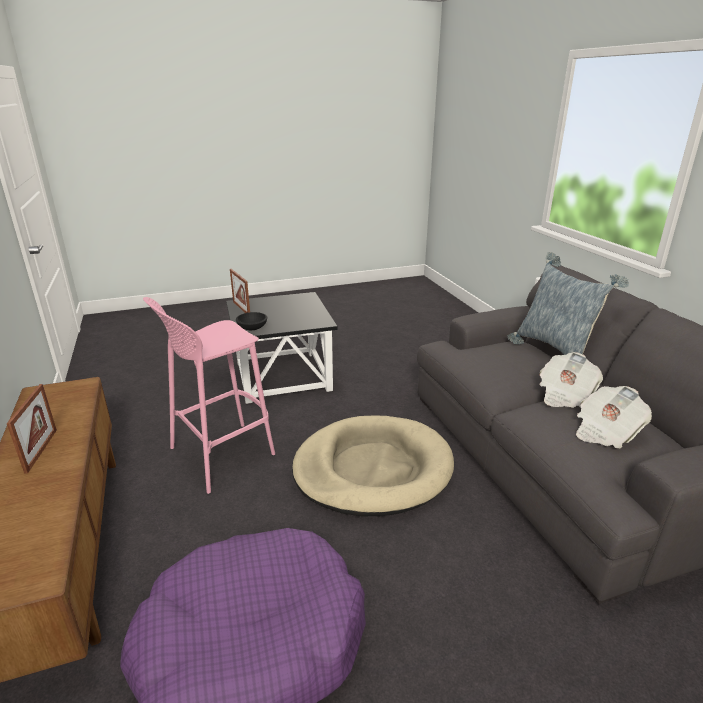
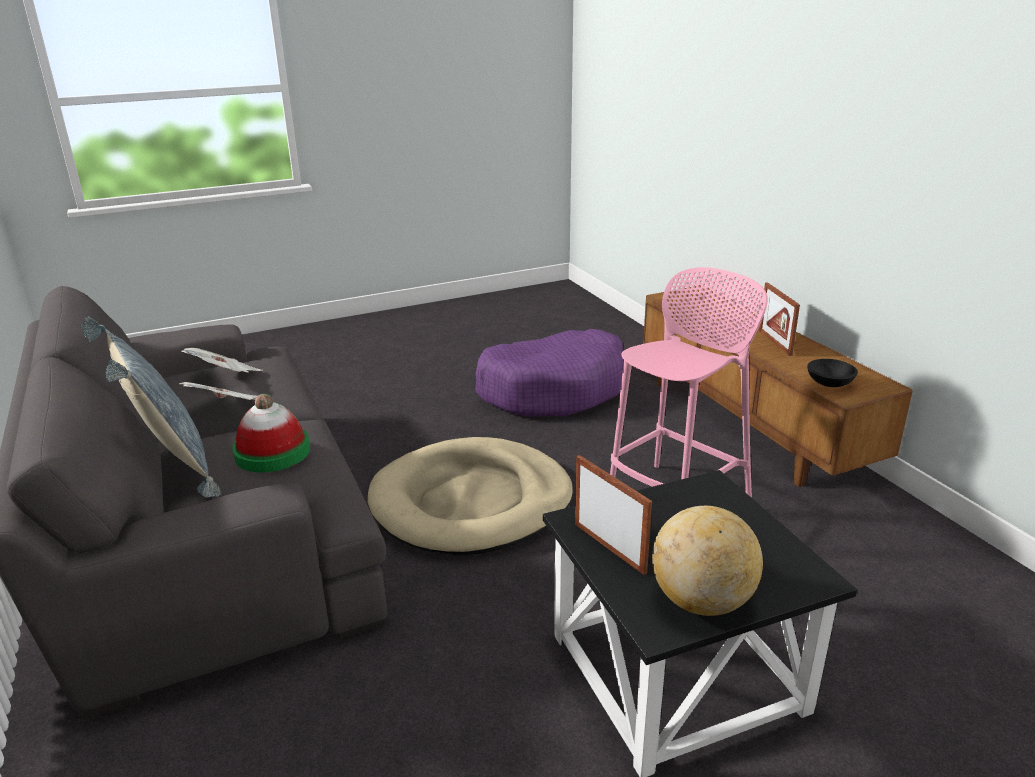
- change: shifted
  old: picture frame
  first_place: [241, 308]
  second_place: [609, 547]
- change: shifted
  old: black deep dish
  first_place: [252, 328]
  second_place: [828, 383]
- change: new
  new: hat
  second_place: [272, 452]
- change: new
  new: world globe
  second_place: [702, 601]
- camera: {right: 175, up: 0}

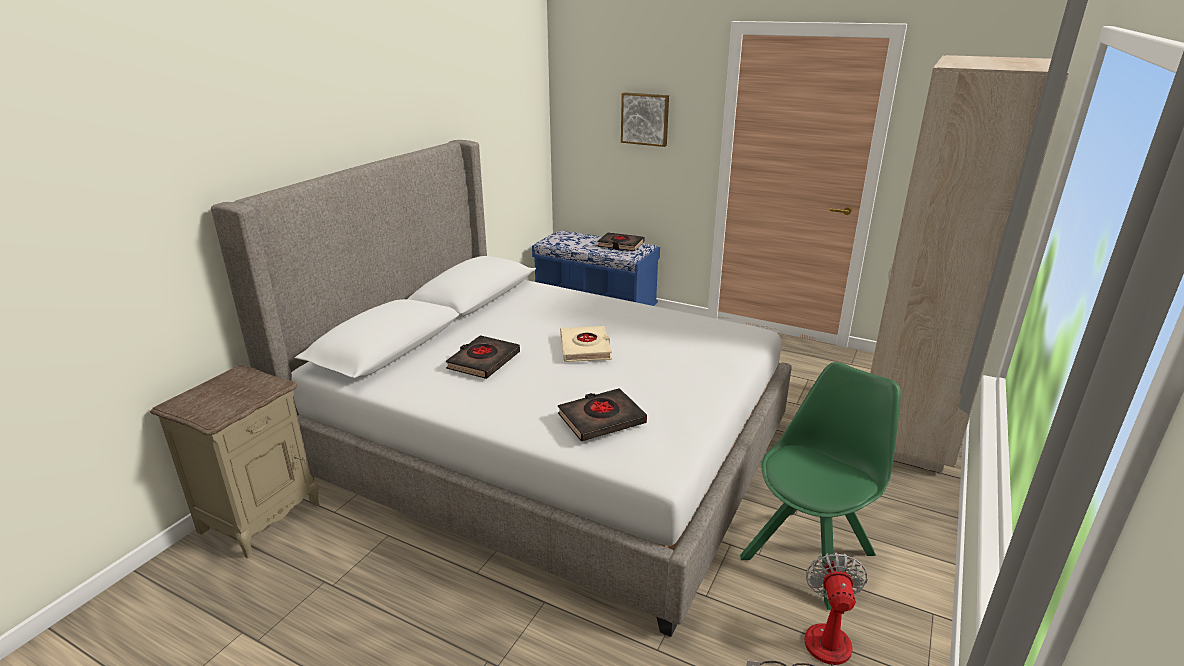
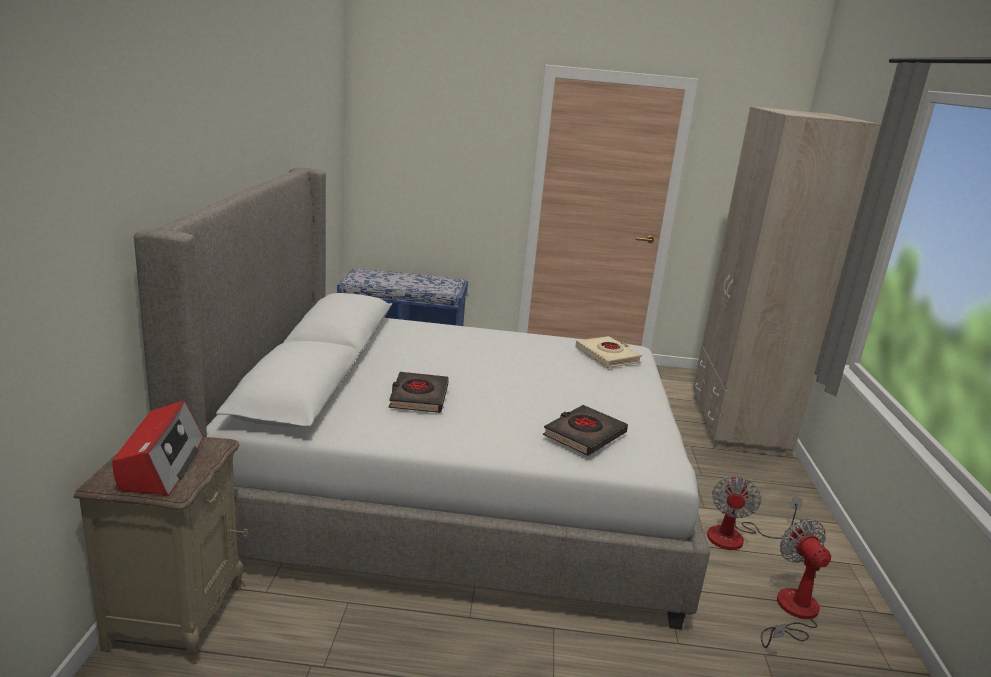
- change: gone
  old: picture
  first_place: [645, 119]
- change: gone
  old: black bound book
  first_place: [620, 245]
- change: shifted
  old: beige-coloured bound book
  first_place: [585, 348]
  second_place: [607, 356]
- change: swapped
  old: green-coloured plain chair
  new: fan
  first_place: [810, 554]
  second_place: [736, 537]
- change: new
  new: radio receiver
  second_place: [161, 464]
- camera: {right: -25, up: -5}

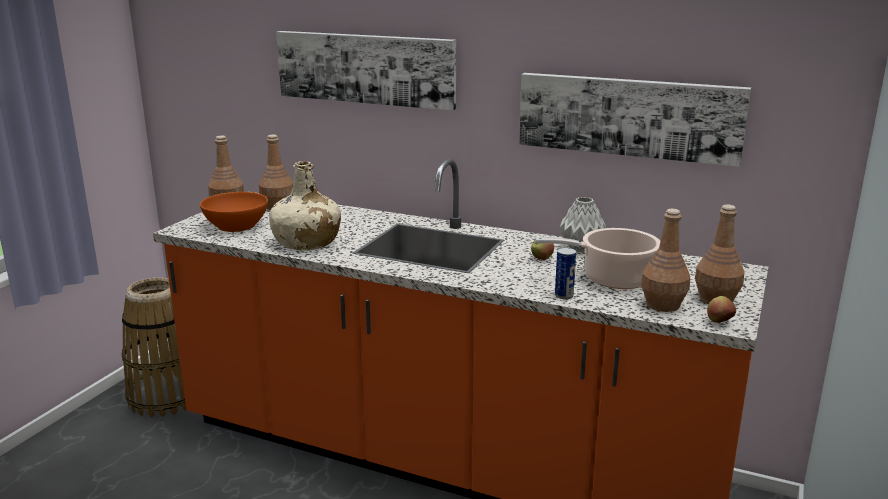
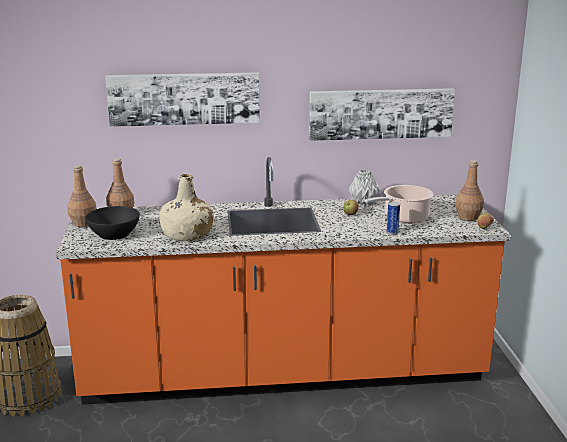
- change: repainted
  old: orange deep dish
  new: black deep dish
  first_place: [236, 226]
  second_place: [114, 234]
- change: gone
  old: brownish drink bottle
  first_place: [662, 305]
- camera: {right: -30, up: 0}

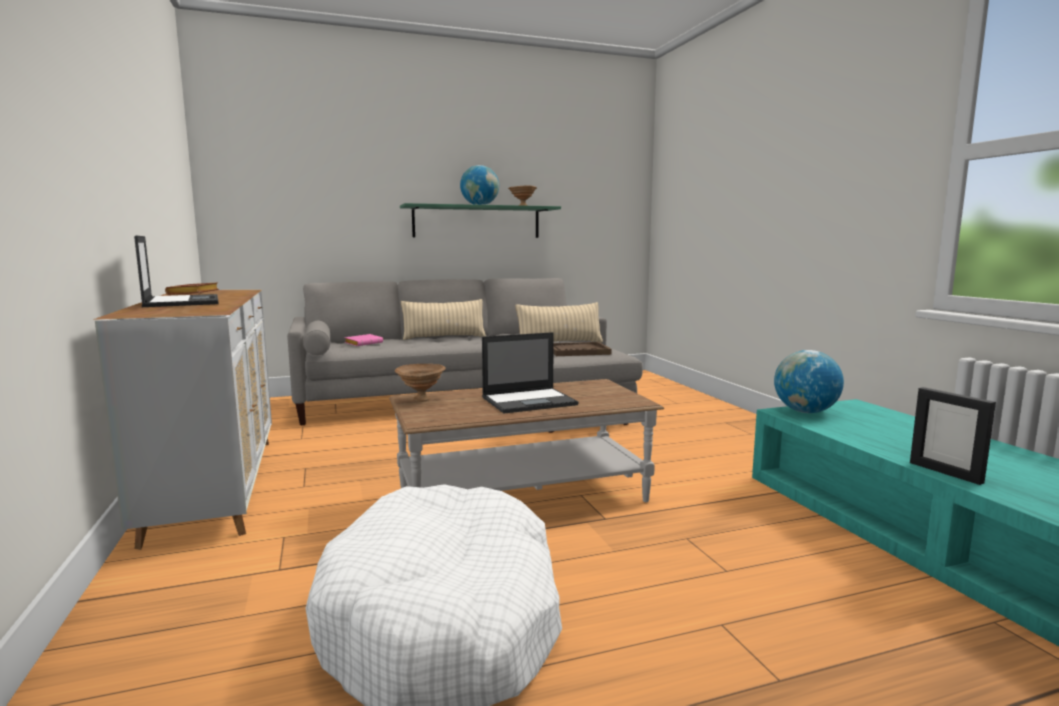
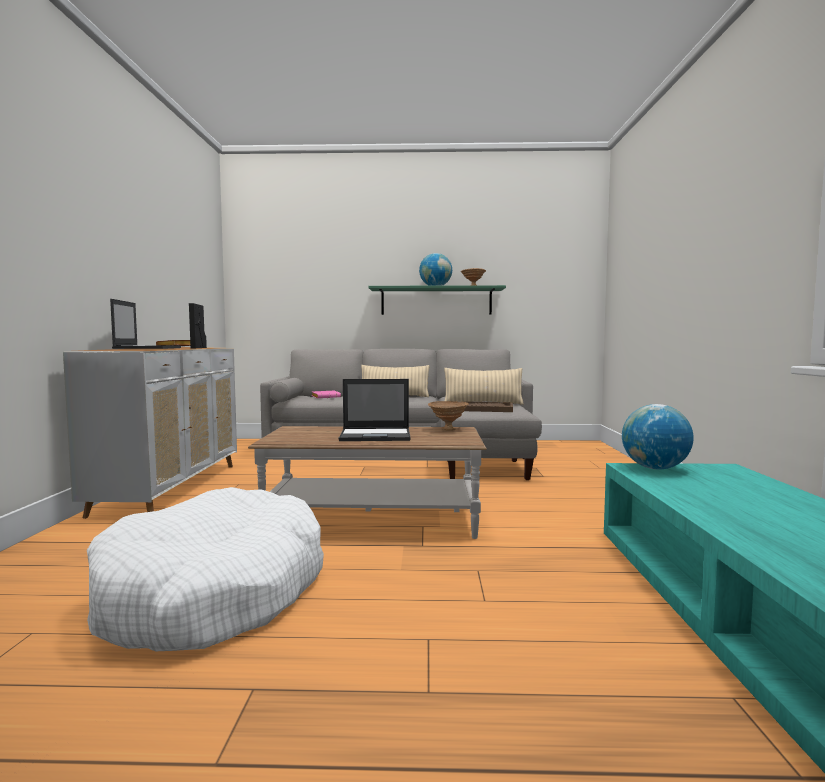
- change: shifted
  old: brownish deep dish
  first_place: [421, 400]
  second_place: [448, 429]
- change: shifted
  old: picture frame
  first_place: [946, 472]
  second_place: [198, 348]
- camera: {right: 20, up: -5}

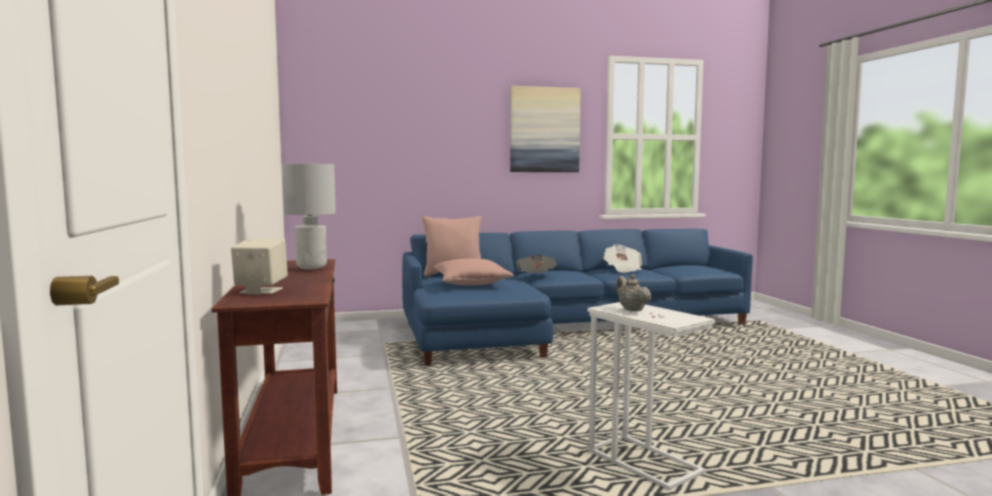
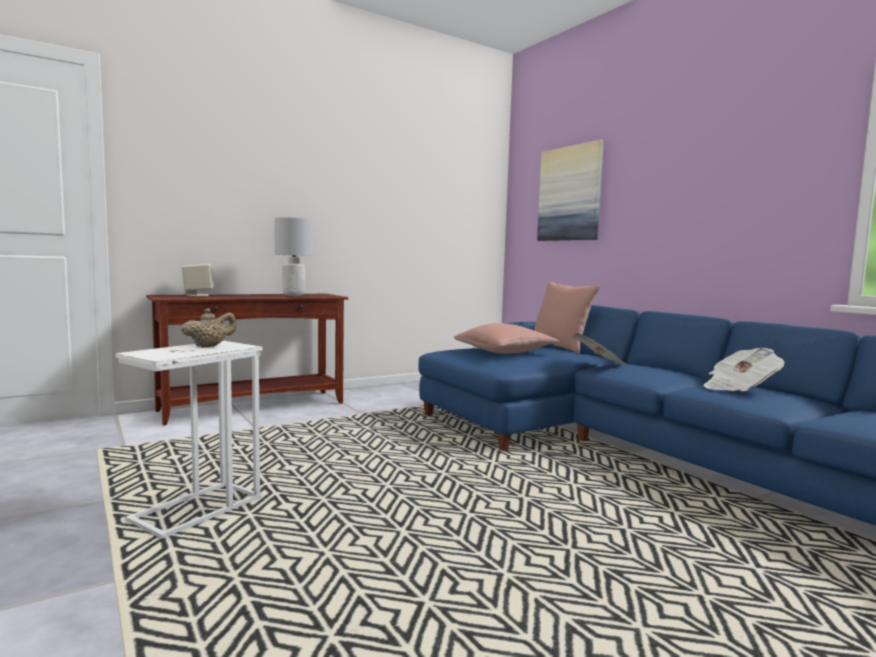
- change: shifted
  old: picture
  first_place: [544, 130]
  second_place: [570, 194]
- camera: {right: 70, up: 0}

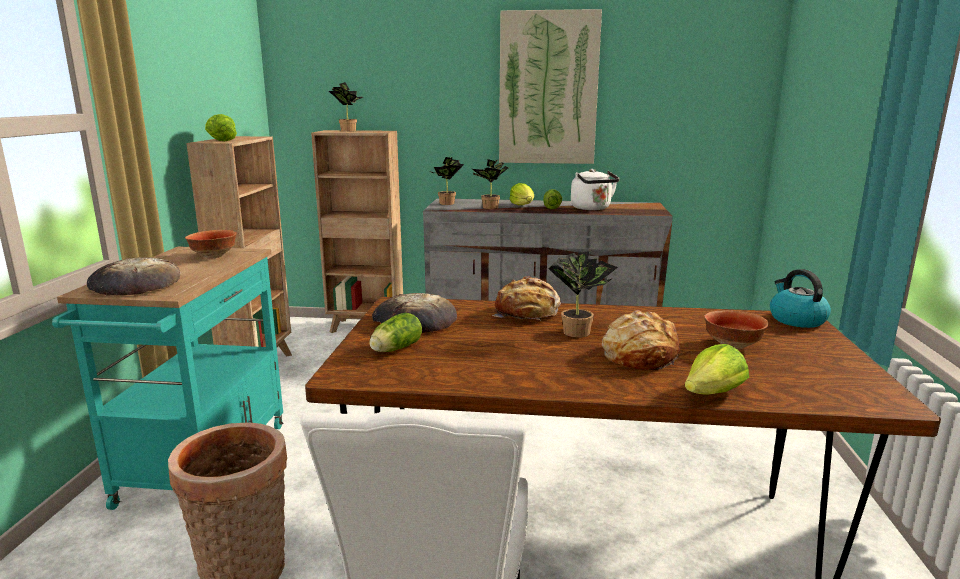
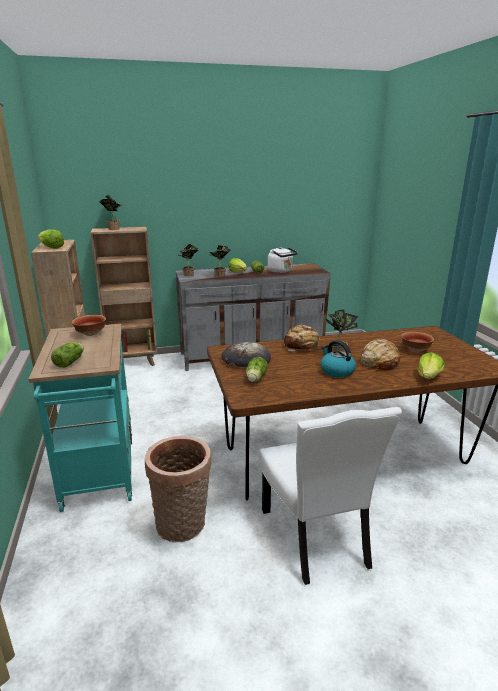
- change: gone
  old: picture
  first_place: [548, 89]
- change: swapped
  old: bread
  new: lettuce
  first_place: [136, 284]
  second_place: [71, 362]
- change: shifted
  old: water kettle
  first_place: [796, 319]
  second_place: [336, 371]
- camera: {right: -20, up: 5}

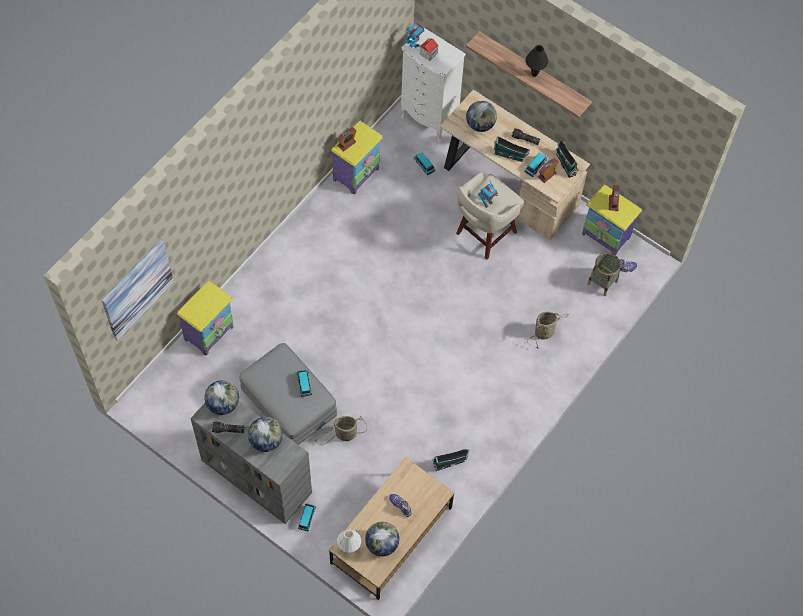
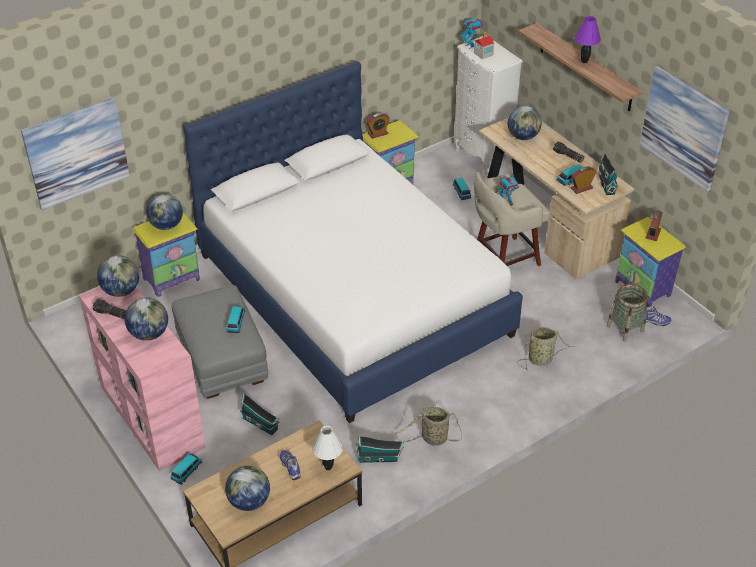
- change: repainted
  old: black tabletop lamp
  new: purple tabletop lamp
  first_place: [534, 74]
  second_place: [584, 61]
- change: shifted
  old: toy house
  first_place: [510, 155]
  second_place: [261, 424]
- change: repainted
  old: grey bookshelf
  new: pink-coloured bookshelf
  first_place: [255, 477]
  second_place: [151, 417]
- change: shifted
  old: household basket
  first_place: [344, 435]
  second_place: [432, 439]
- change: shifted
  old: white-coloured tabletop lamp
  first_place: [349, 548]
  second_place: [328, 467]
- change: new
  new: white-coloured sleeping bed
  second_place: [352, 294]
- change: new
  new: picture
  second_place: [684, 128]
- change: new
  new: world globe
  second_place: [166, 225]
- camera: {right: 20, up: -20}

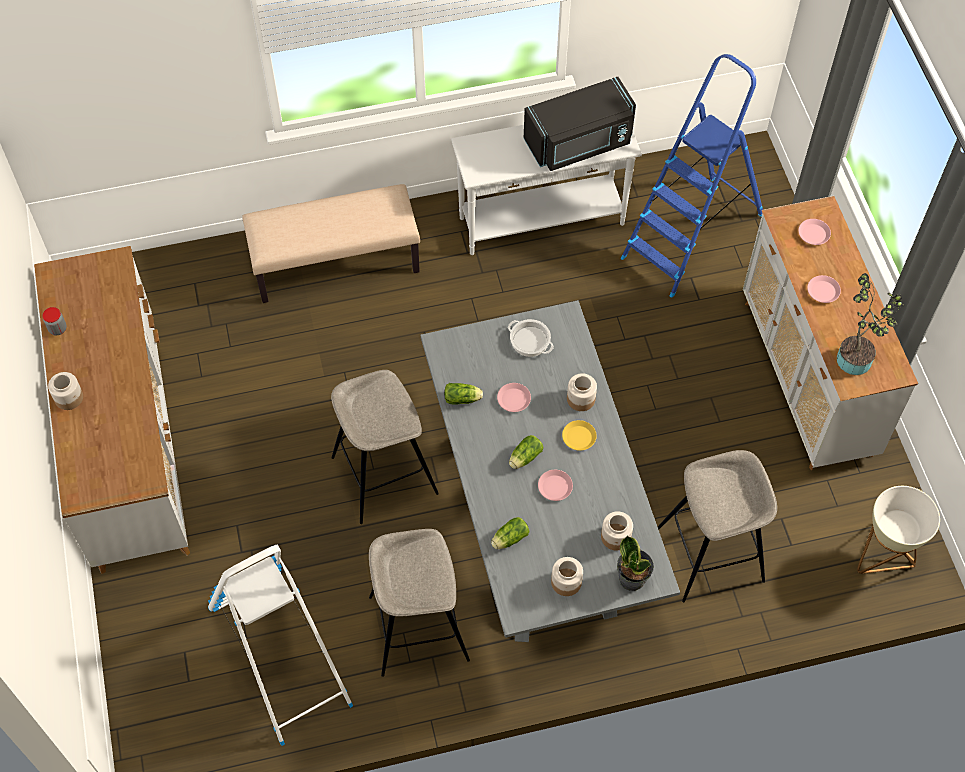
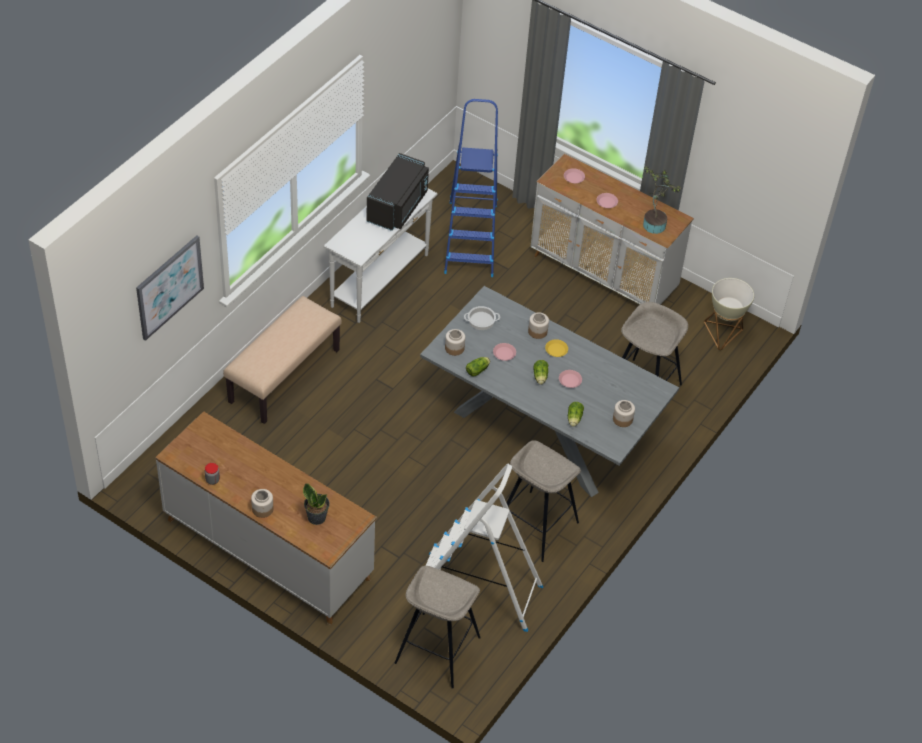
- change: shifted
  old: grey stool
  first_place: [384, 475]
  second_place: [437, 650]
- change: shifted
  old: preserve jar
  first_place: [616, 537]
  second_place: [454, 348]
- change: shifted
  old: houseplant
  first_place: [632, 578]
  second_place: [317, 517]
- change: new
  new: picture
  second_place: [169, 287]
- camera: {right: -45, up: -10}

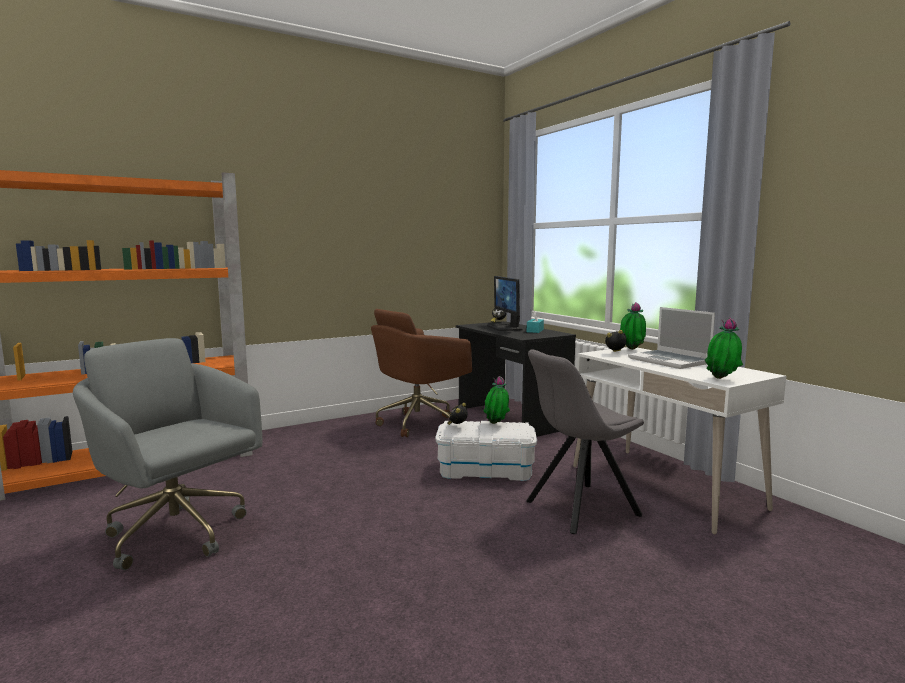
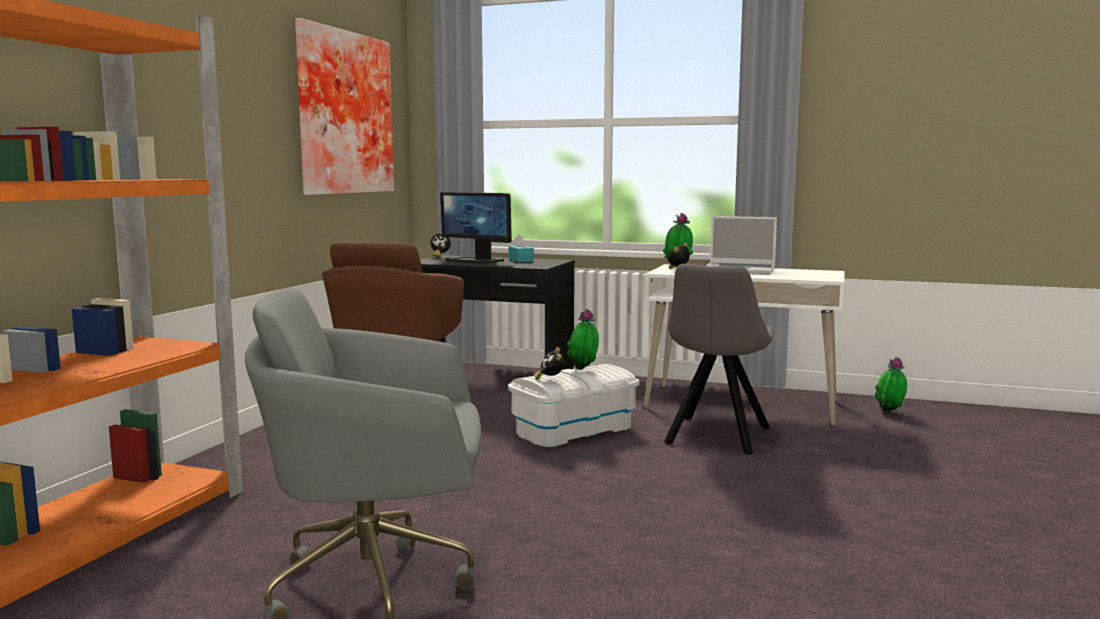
- change: shifted
  old: houseplant
  first_place: [721, 379]
  second_place: [890, 412]
- change: new
  new: picture
  second_place: [342, 113]
- camera: {right: -40, up: 0}

